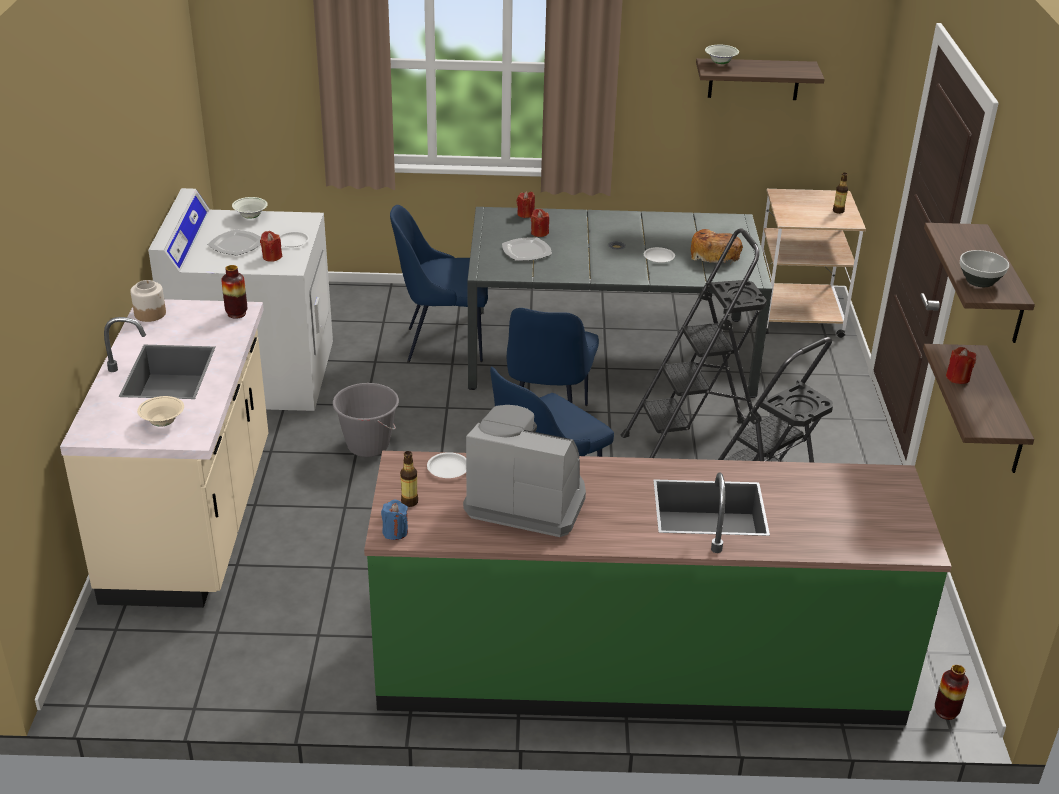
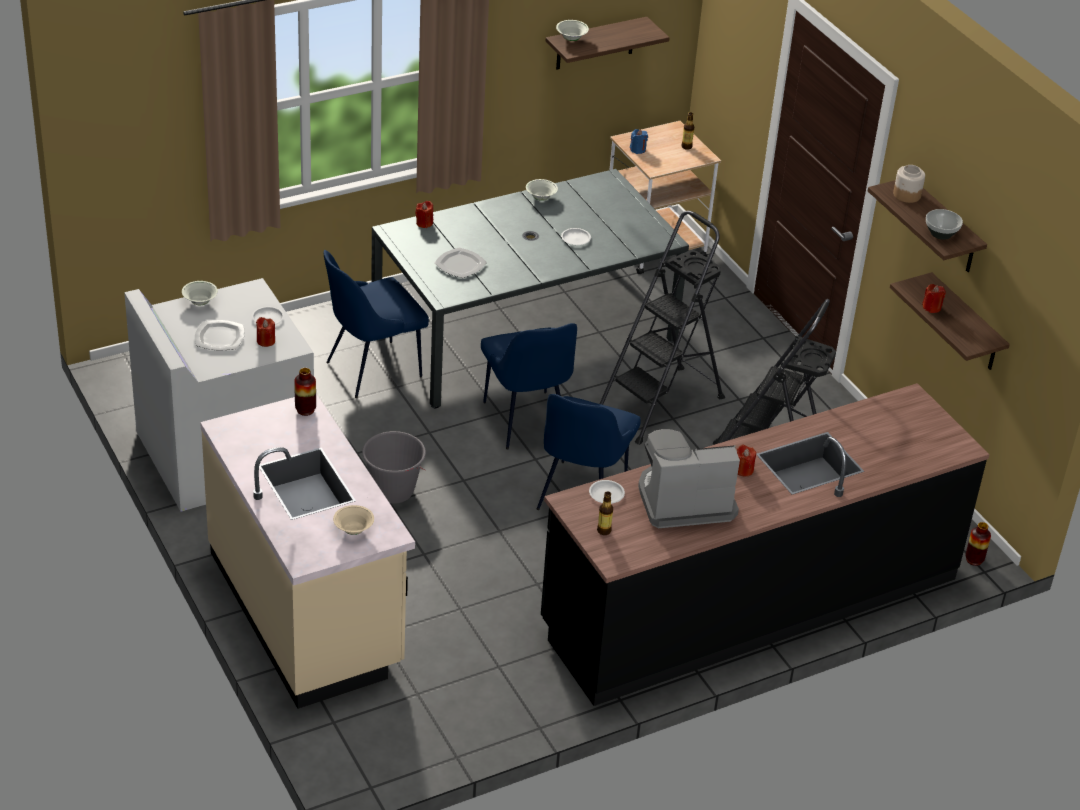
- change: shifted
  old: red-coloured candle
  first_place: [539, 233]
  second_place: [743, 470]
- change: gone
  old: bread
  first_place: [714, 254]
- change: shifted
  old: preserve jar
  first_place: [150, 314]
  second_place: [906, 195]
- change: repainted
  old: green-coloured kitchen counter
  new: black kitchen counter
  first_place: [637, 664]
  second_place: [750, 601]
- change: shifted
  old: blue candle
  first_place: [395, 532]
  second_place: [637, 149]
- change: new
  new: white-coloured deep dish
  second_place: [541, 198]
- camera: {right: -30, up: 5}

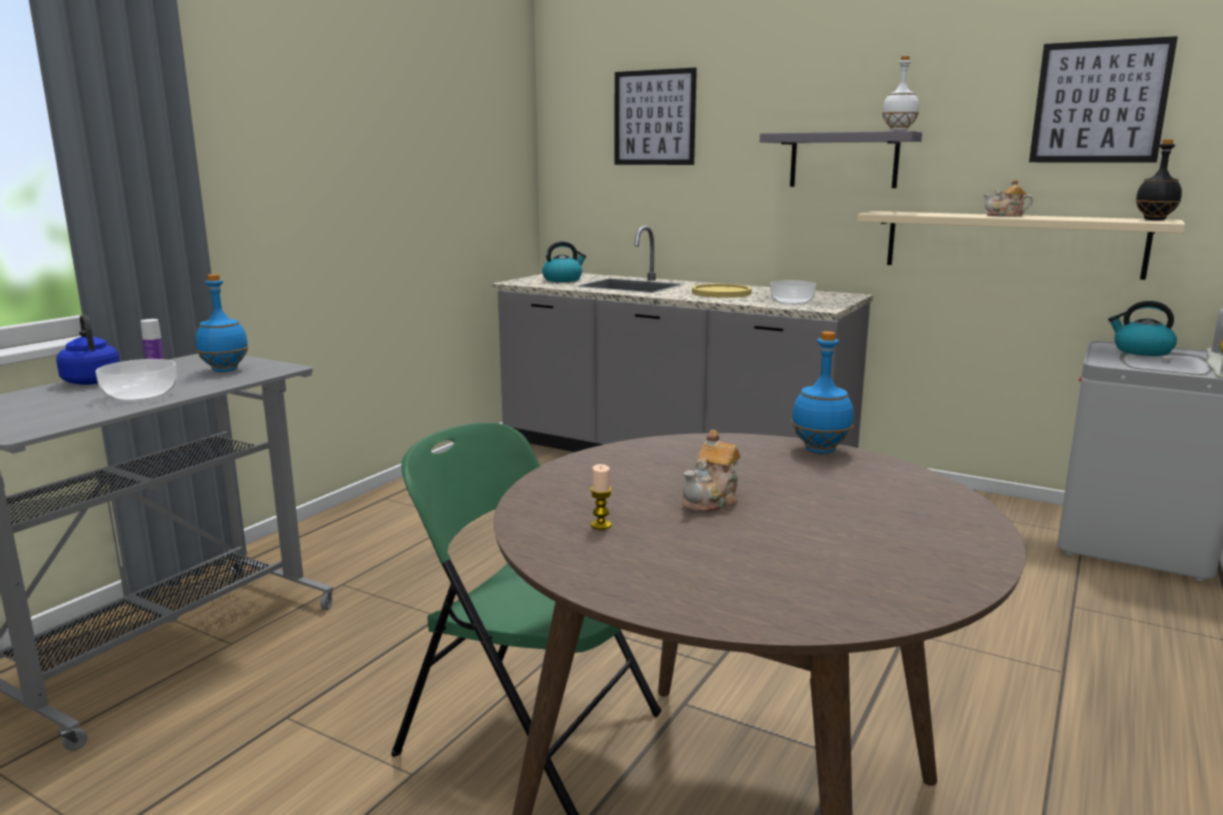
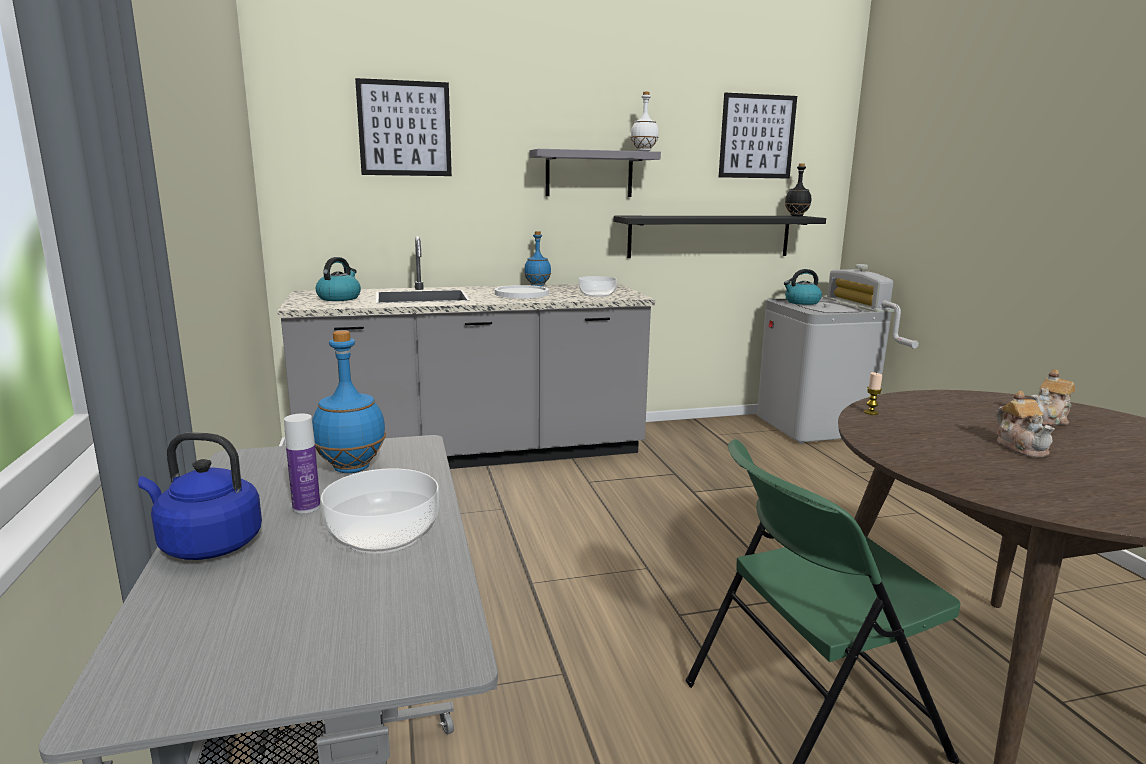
- change: shifted
  old: pot for tea
  first_place: [1005, 216]
  second_place: [1047, 420]
- change: repainted
  old: beige-coloured bracket shelf
  new: black bracket shelf
  first_place: [1011, 243]
  second_place: [710, 236]
- change: repainted
  old: yellow plate
  new: white-coloured plate
  first_place: [721, 293]
  second_place: [521, 293]
- change: shifted
  old: blue drink bottle
  first_place: [819, 450]
  second_place: [537, 286]
- change: shifted
  old: candle
  first_place: [601, 525]
  second_place: [871, 412]
- camera: {right: -45, up: 0}

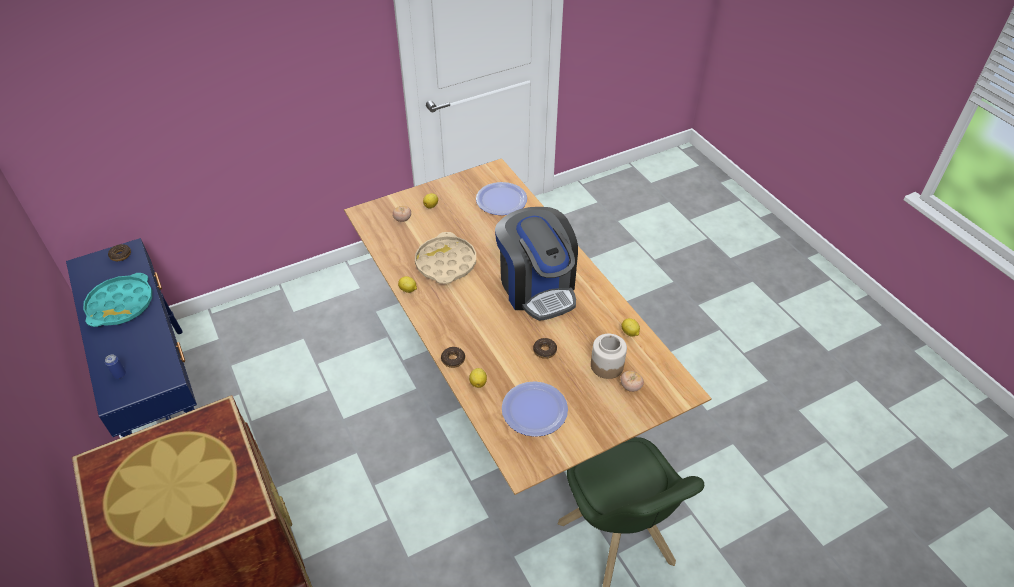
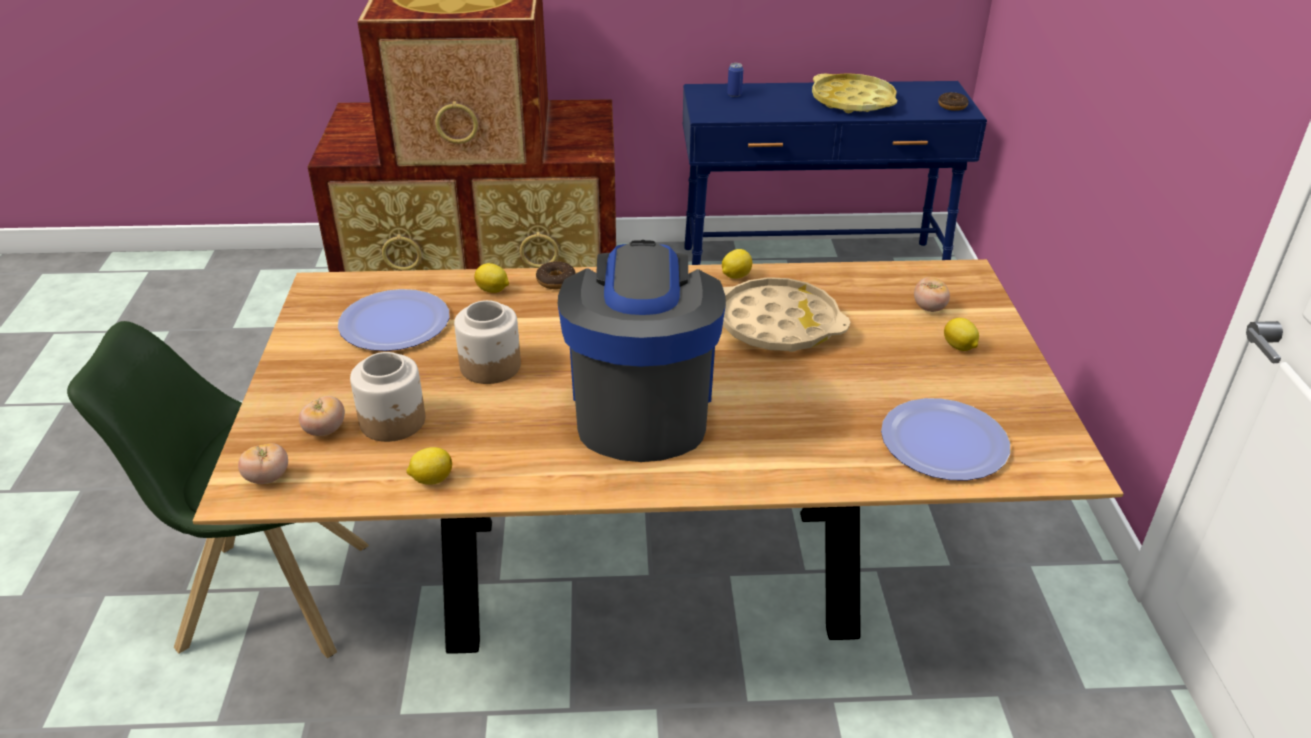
- change: rotated
  old: coffee brewer
  first_place: [537, 287]
  second_place: [641, 405]
  degrees: 90
- change: repainted
  old: blue-green carrying tray
  new: yellow carrying tray
  first_place: [121, 305]
  second_place: [852, 101]
- change: swapped
  old: donut
  new: preserve jar
  first_place: [544, 350]
  second_place: [490, 366]
- change: new
  new: whole tomato
  second_place: [267, 478]
- camera: {right: 115, up: -10}

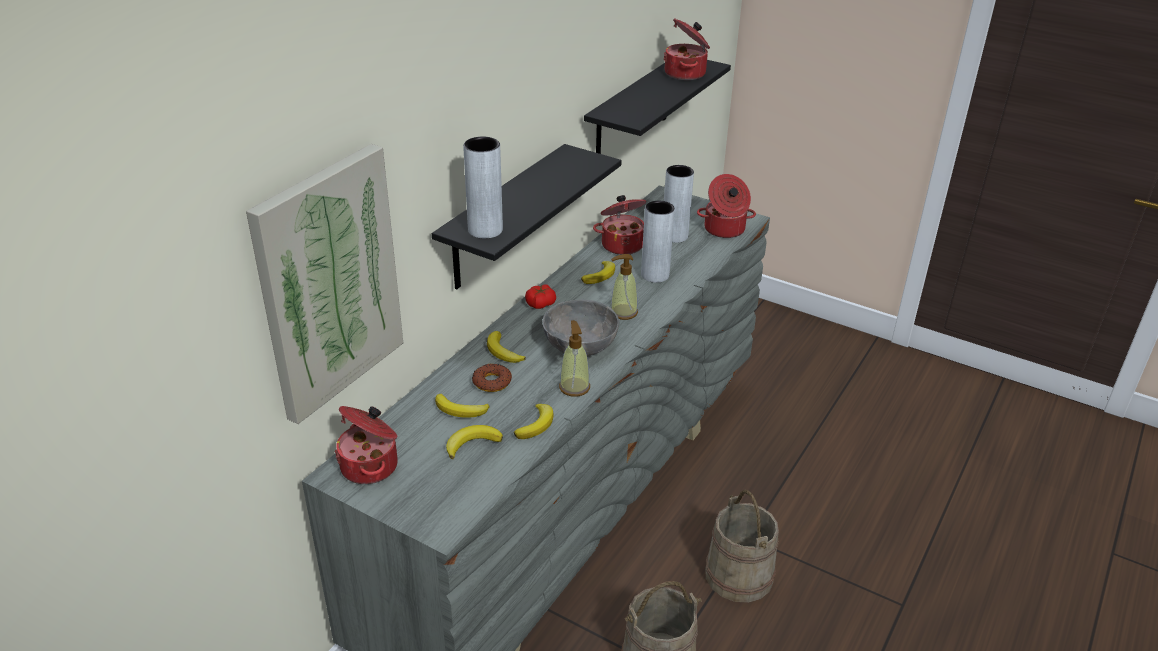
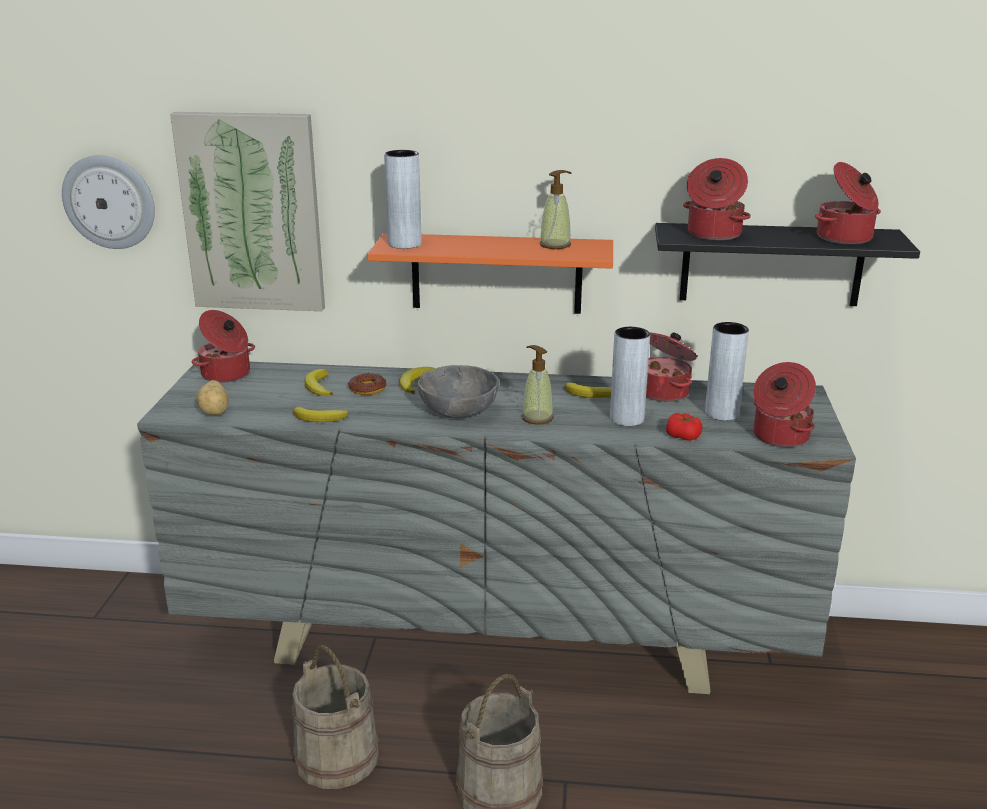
- change: repainted
  old: black bracket shelf
  new: orange bracket shelf
  first_place: [504, 218]
  second_place: [496, 273]
- change: shifted
  old: whole tomato
  first_place: [540, 304]
  second_place: [683, 436]
- change: shifted
  old: soap bottle
  first_place: [574, 387]
  second_place: [555, 245]
- change: gone
  old: banana fruit
  first_place: [472, 443]
- change: new
  new: hanging clock
  second_place: [110, 202]
- change: new
  new: stockpot
  second_place: [713, 234]
- change: new
  new: whole potato
  second_place: [215, 412]
- camera: {right: 65, up: -10}

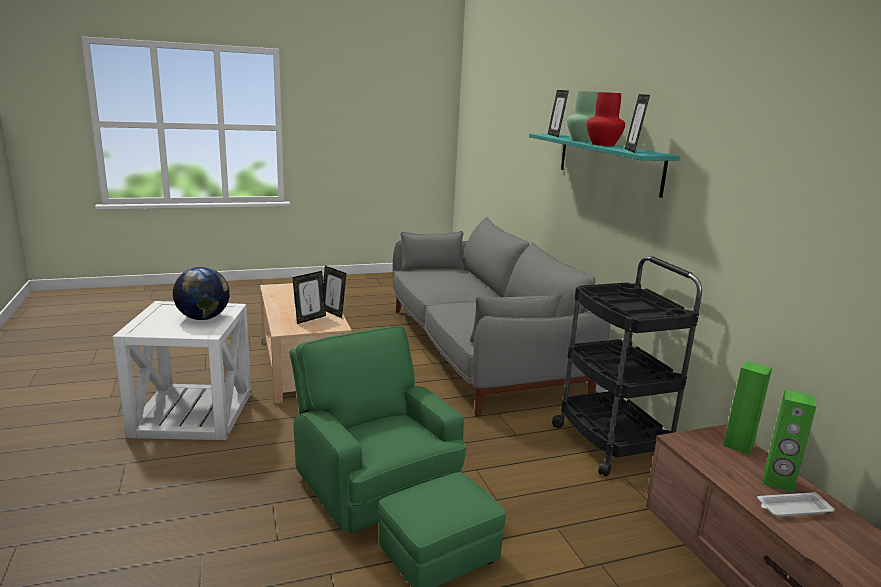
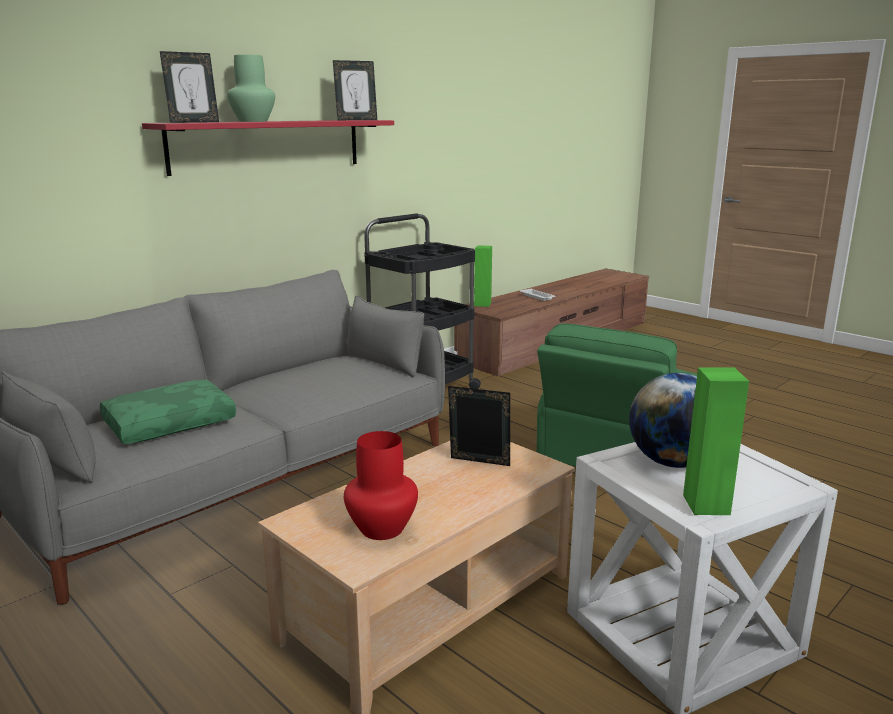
- change: shifted
  old: red-coloured vase
  first_place: [603, 144]
  second_place: [380, 528]
- change: repainted
  old: blue-green bracket shelf
  new: red-coloured bracket shelf
  first_place: [608, 162]
  second_place: [268, 145]
- change: gone
  old: picture frame
  first_place: [333, 313]
- change: shifted
  old: green-coloured speaker
  first_place: [778, 482]
  second_place: [707, 505]
- change: new
  new: green-coloured pillow
  second_place: [170, 423]
- camera: {right: -115, up: 0}

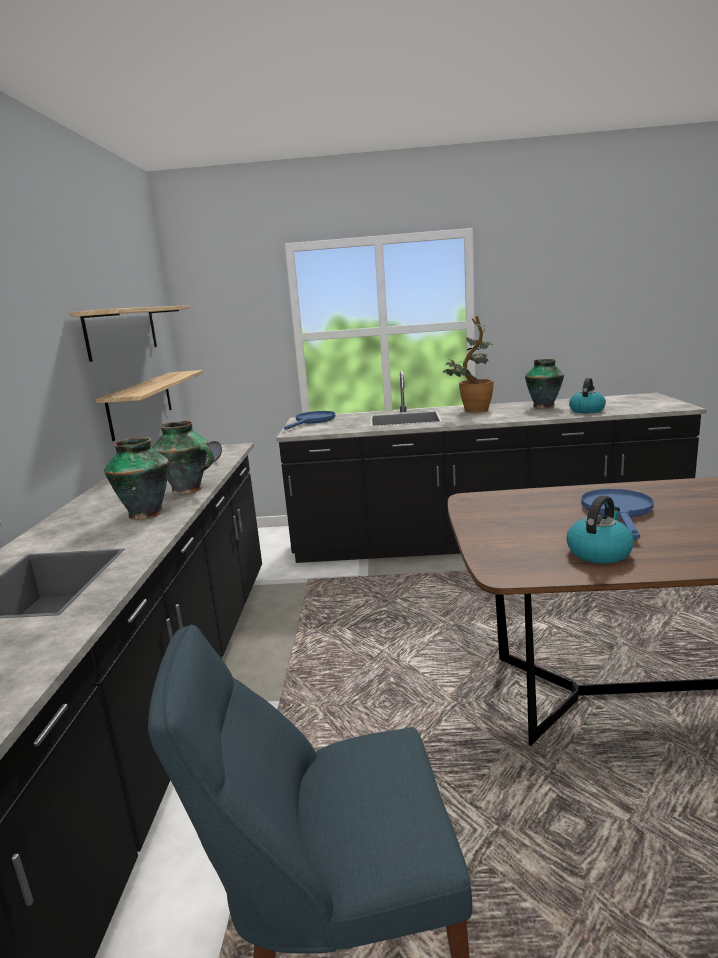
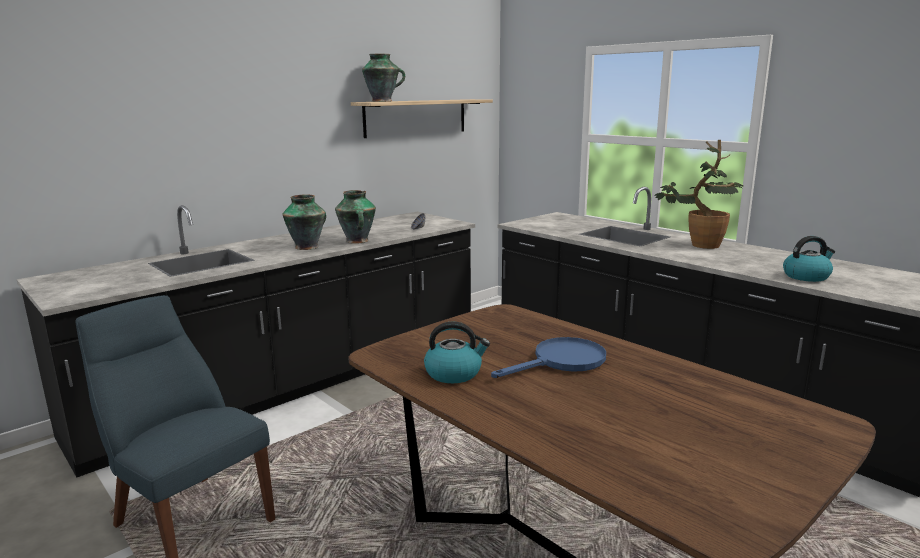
- change: shifted
  old: vase
  first_place: [544, 406]
  second_place: [383, 101]
- change: gone
  old: bracket shelf
  first_place: [141, 403]
- change: gone
  old: blue pan
  first_place: [312, 421]
- camera: {right: 45, up: 0}

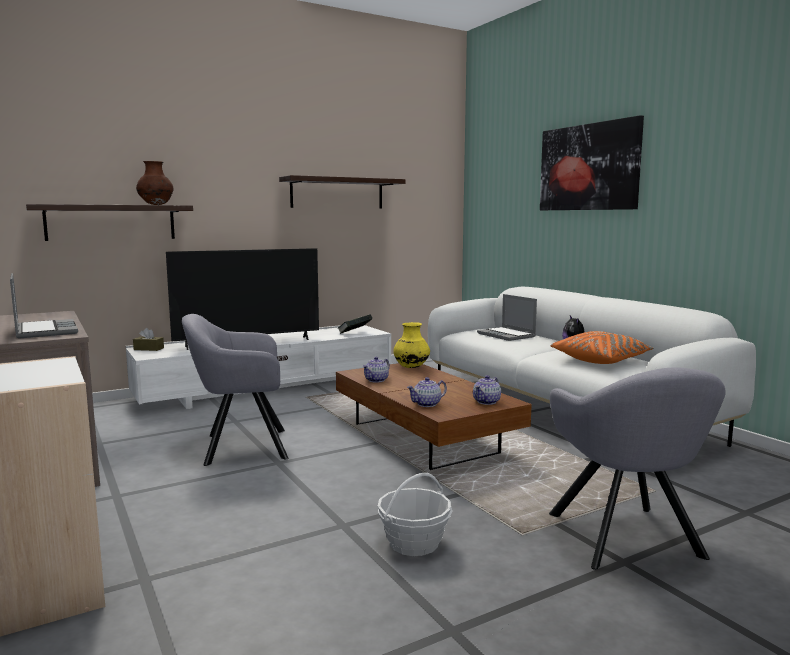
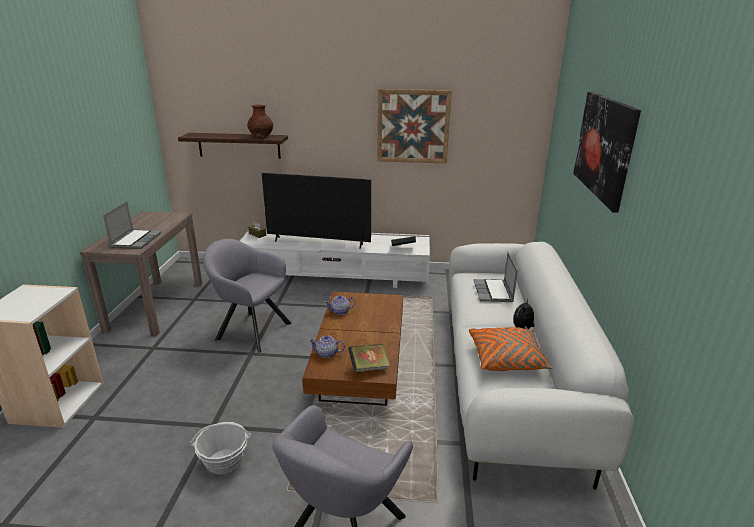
- change: swapped
  old: bracket shelf
  new: picture
  first_place: [337, 193]
  second_place: [413, 126]
- change: gone
  old: yellow vase
  first_place: [411, 367]
- change: swapped
  old: pot for tea
  new: bound book
  first_place: [487, 402]
  second_place: [369, 368]
- camera: {right: 35, up: 15}

